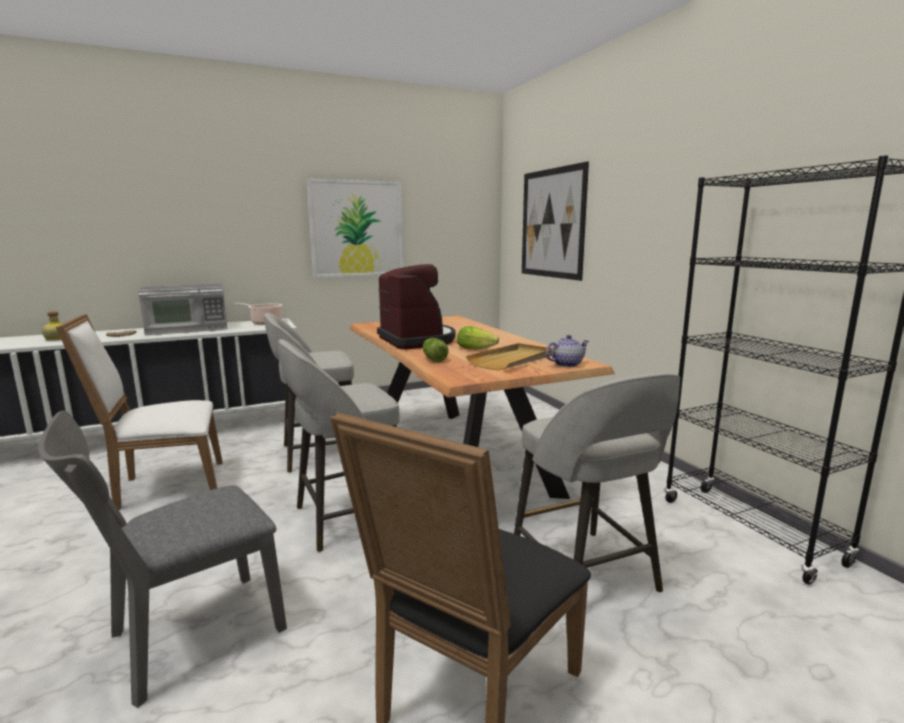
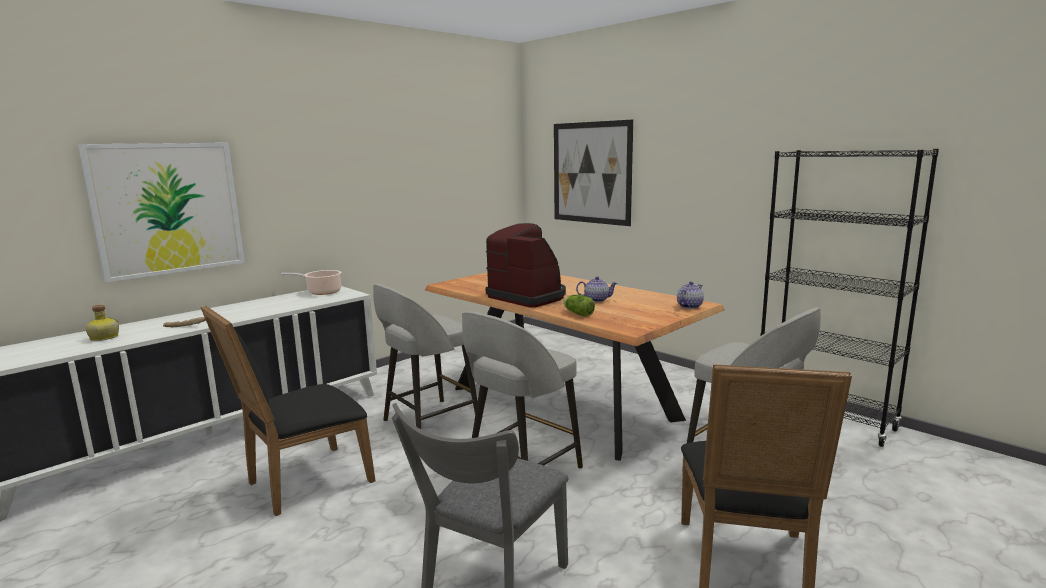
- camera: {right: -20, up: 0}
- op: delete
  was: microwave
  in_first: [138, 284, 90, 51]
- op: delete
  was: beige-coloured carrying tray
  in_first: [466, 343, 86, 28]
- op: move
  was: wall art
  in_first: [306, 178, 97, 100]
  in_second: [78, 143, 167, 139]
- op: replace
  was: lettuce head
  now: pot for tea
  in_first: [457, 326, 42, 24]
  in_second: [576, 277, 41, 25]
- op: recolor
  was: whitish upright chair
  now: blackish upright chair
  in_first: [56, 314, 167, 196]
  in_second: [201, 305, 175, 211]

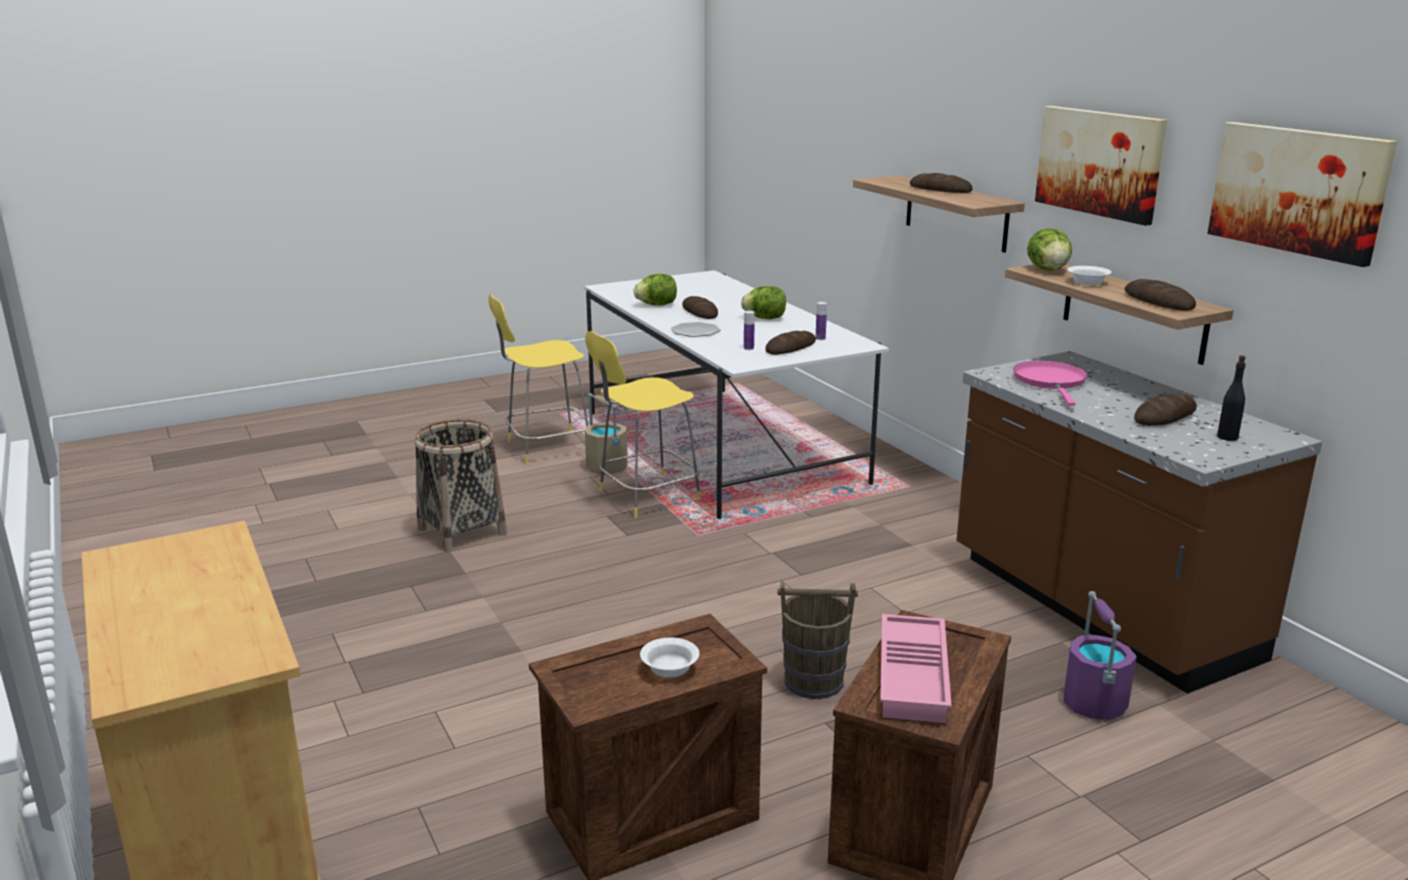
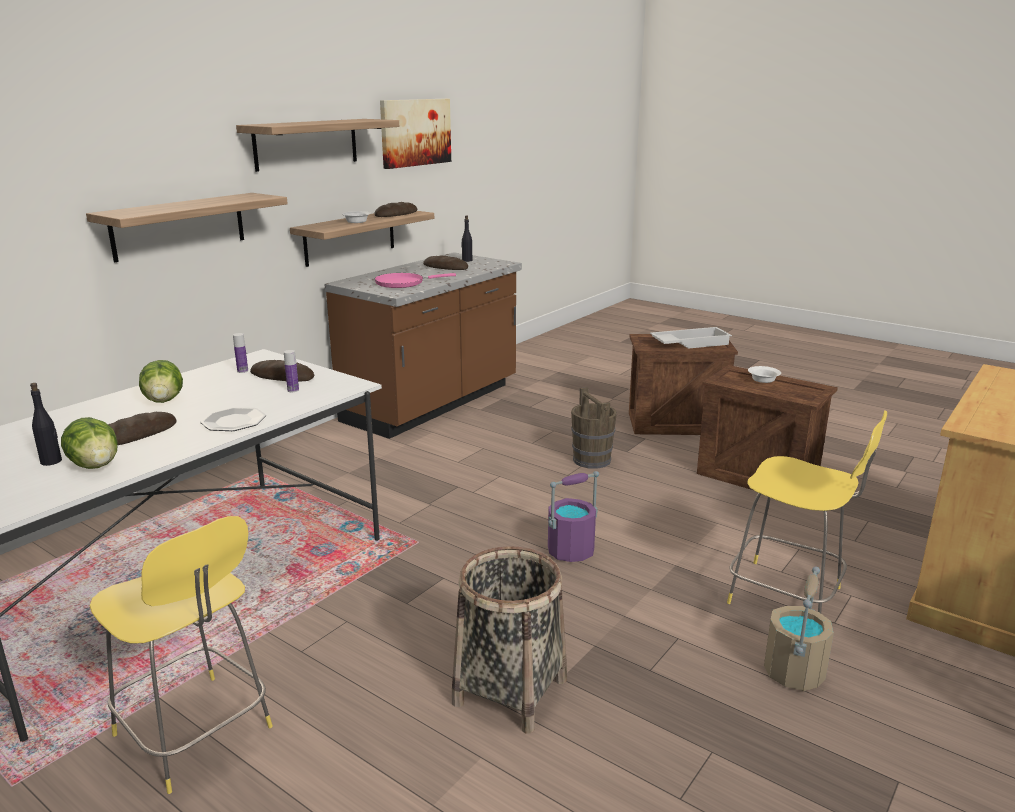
- camera: {right: -115, up: 0}
- op: delete
  was: bakery bread
  in_first: [910, 173, 62, 20]
- op: delete
  was: lettuce head
  in_first: [1027, 228, 45, 43]
- op: insert
  now: blackish drink bottle
  in_second: [30, 383, 32, 83]
- op: move
  was: yellow sitting stool
  in_first: [585, 331, 116, 187]
  in_second: [727, 410, 160, 203]
- op: move
  was: beige-coloured pail
  in_first: [585, 393, 43, 81]
  in_second: [764, 567, 70, 124]
- op: move
  was: purplish pail
  in_first: [1064, 591, 73, 129]
  in_second: [548, 471, 51, 91]
- op: replace
  was: wall art
  now: bracket shelf
  in_first: [1035, 106, 132, 120]
  in_second: [236, 119, 163, 53]
- op: recolor
  was: pink-coloured carrying tray
  now: whitish carrying tray
  in_first: [880, 614, 72, 109]
  in_second: [650, 327, 82, 22]

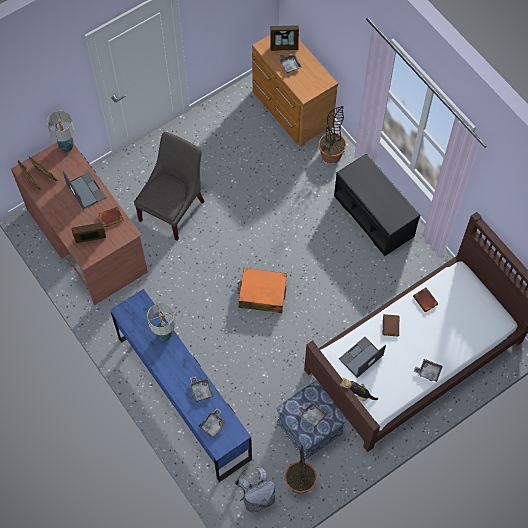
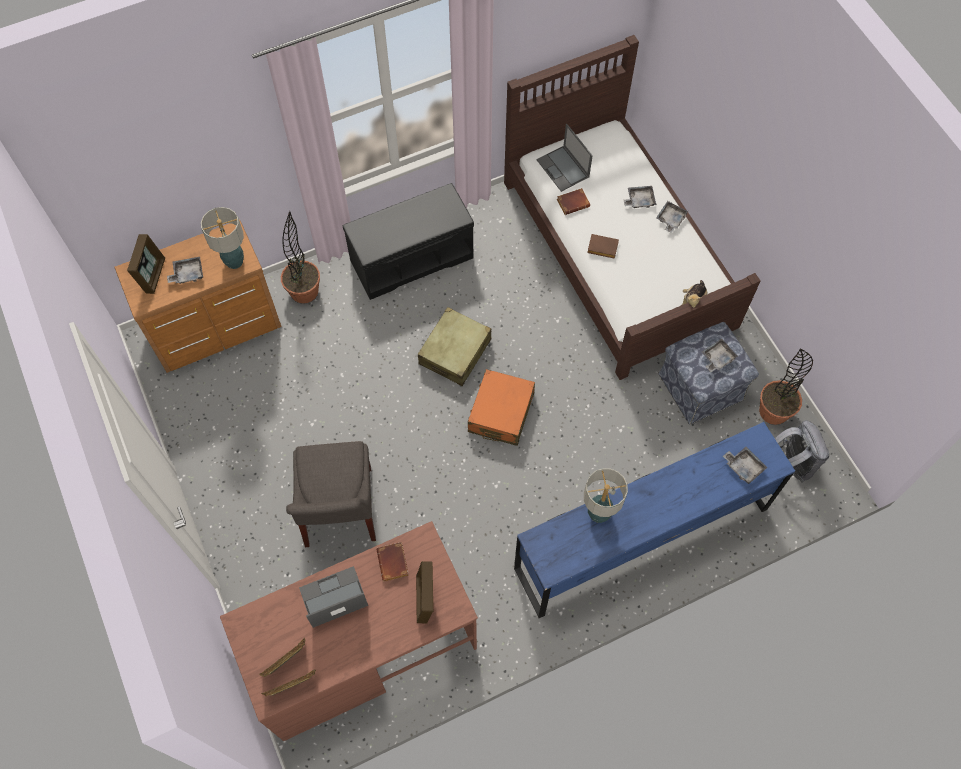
- camera: {right: -80, up: 0}
- op: insert
  now: beige-coloured piece of luggage
  in_second: [418, 307, 73, 79]
- op: move
  was: table lamp
  in_first: [47, 111, 28, 41]
  in_second: [201, 207, 43, 62]
- op: move
  was: greyish carrying tray
  in_first: [190, 376, 24, 26]
  in_second: [624, 186, 32, 22]
- op: move
  was: notebook computer
  in_first: [339, 337, 47, 41]
  in_second: [536, 124, 57, 68]
- op: rotate
  was: greyish upright chair
  in_first: [134, 132, 71, 109]
  in_second: [286, 441, 90, 106]
  clockwise: -135

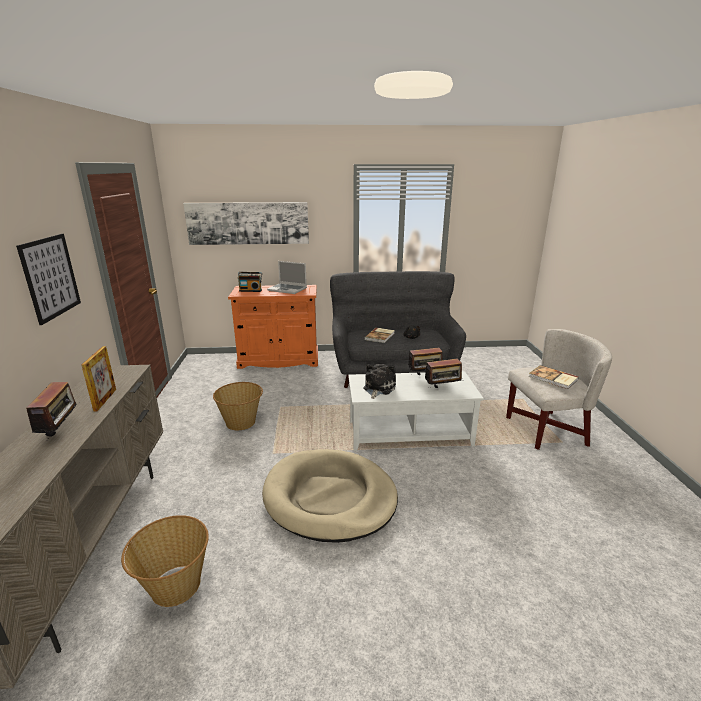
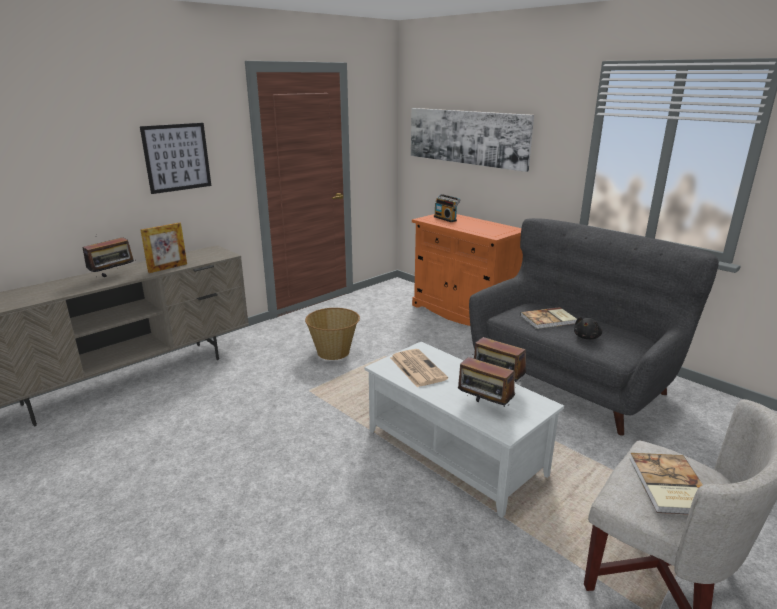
- camera: {right: 50, up: 0}
- op: delete
  was: basket
  in_first: [121, 515, 88, 92]
- op: delete
  was: beige-coloured dog cushion
  in_first: [262, 449, 136, 94]
- op: delete
  was: notebook computer
  in_first: [267, 261, 40, 33]
- op: replace
  was: cuddly toy
  now: newspaper
  in_first: [363, 364, 33, 35]
  in_second: [390, 349, 58, 38]

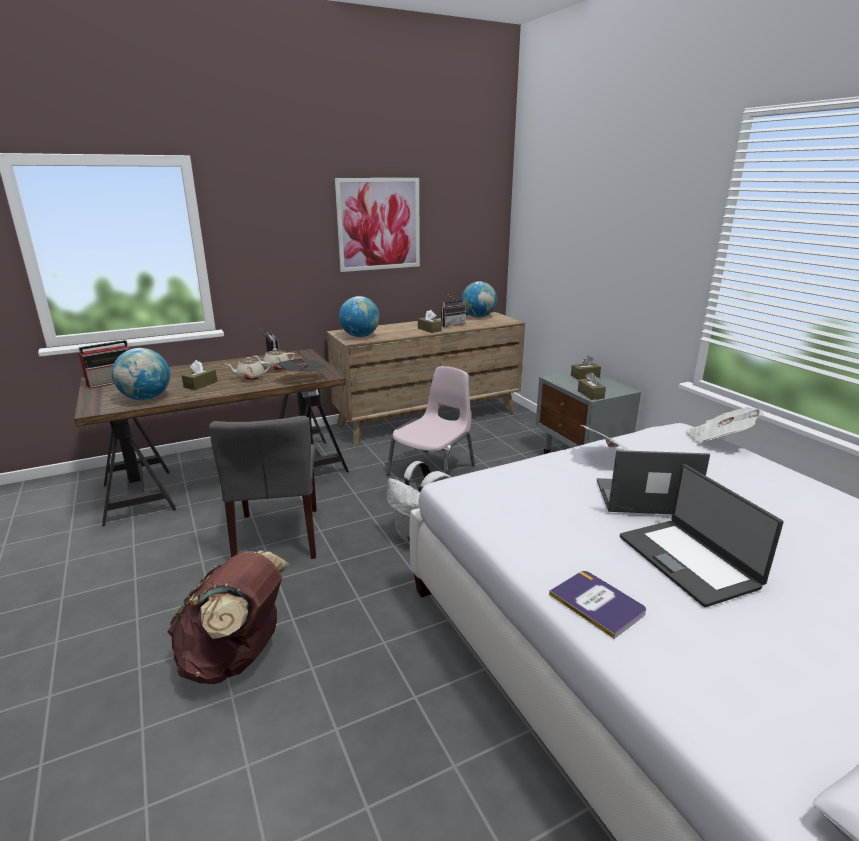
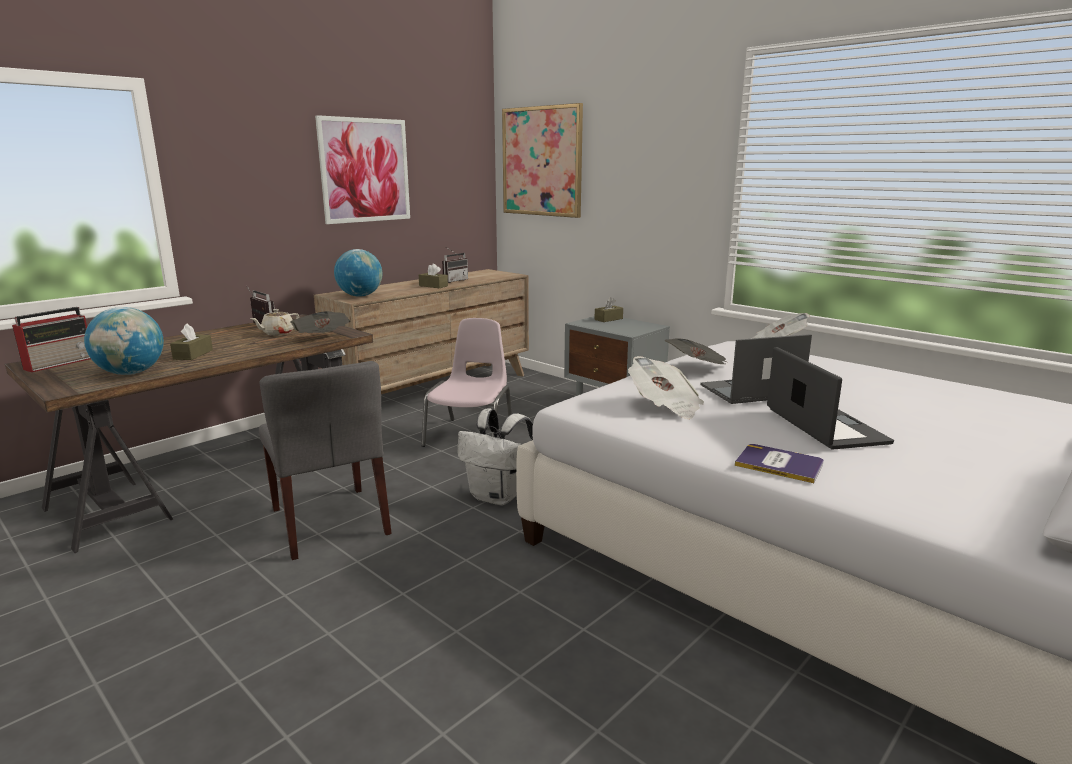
- camera: {right: -20, up: -5}
- op: delete
  was: brownish rucksack
  in_first: [167, 551, 122, 133]
- op: delete
  was: beige-coloured pot for tea
  in_first: [226, 357, 45, 24]
- op: delete
  was: desk globe
  in_first: [461, 281, 36, 37]
- op: delete
  was: brownish tissue box
  in_first: [578, 372, 28, 28]
- op: insert
  now: wall art
  in_second: [502, 103, 81, 115]
- op: insert
  now: newspaper
  in_second: [628, 356, 76, 64]
- op: rotate
  was: notebook computer
  in_first: [620, 464, 164, 143]
  in_second: [767, 347, 127, 102]
  clockwise: -150

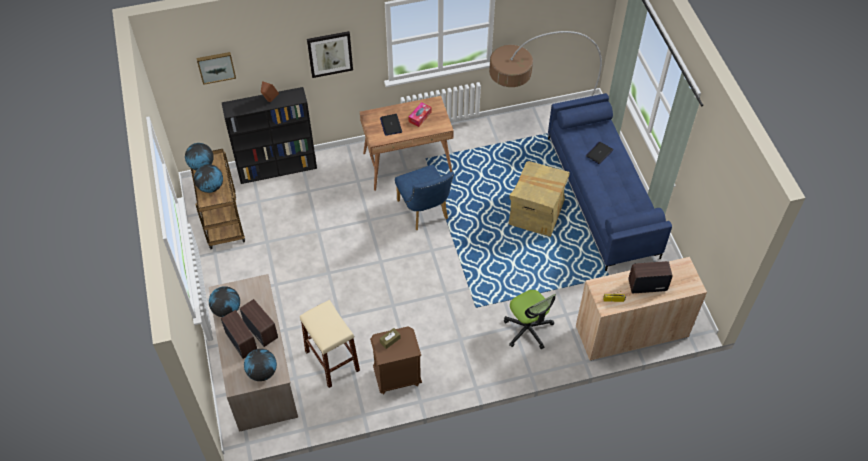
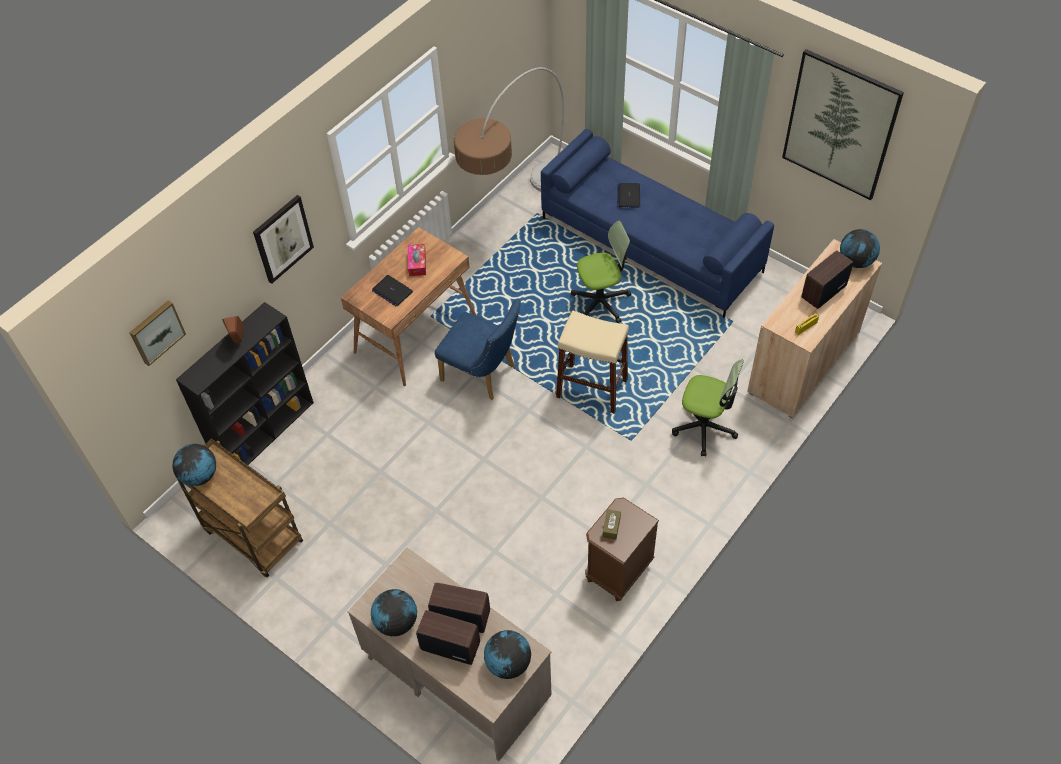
- camera: {right: -35, up: 0}
- op: insert
  now: wall art
  in_second: [782, 49, 122, 151]
- op: move
  was: desk globe
  in_first: [194, 164, 29, 29]
  in_second: [840, 229, 40, 39]
- op: move
  was: beige-coloured sitting stool
  in_first: [300, 300, 60, 88]
  in_second: [556, 310, 73, 103]
- op: replace
  was: cardboard box
  now: office chair
  in_first: [509, 161, 61, 76]
  in_second: [571, 221, 61, 102]

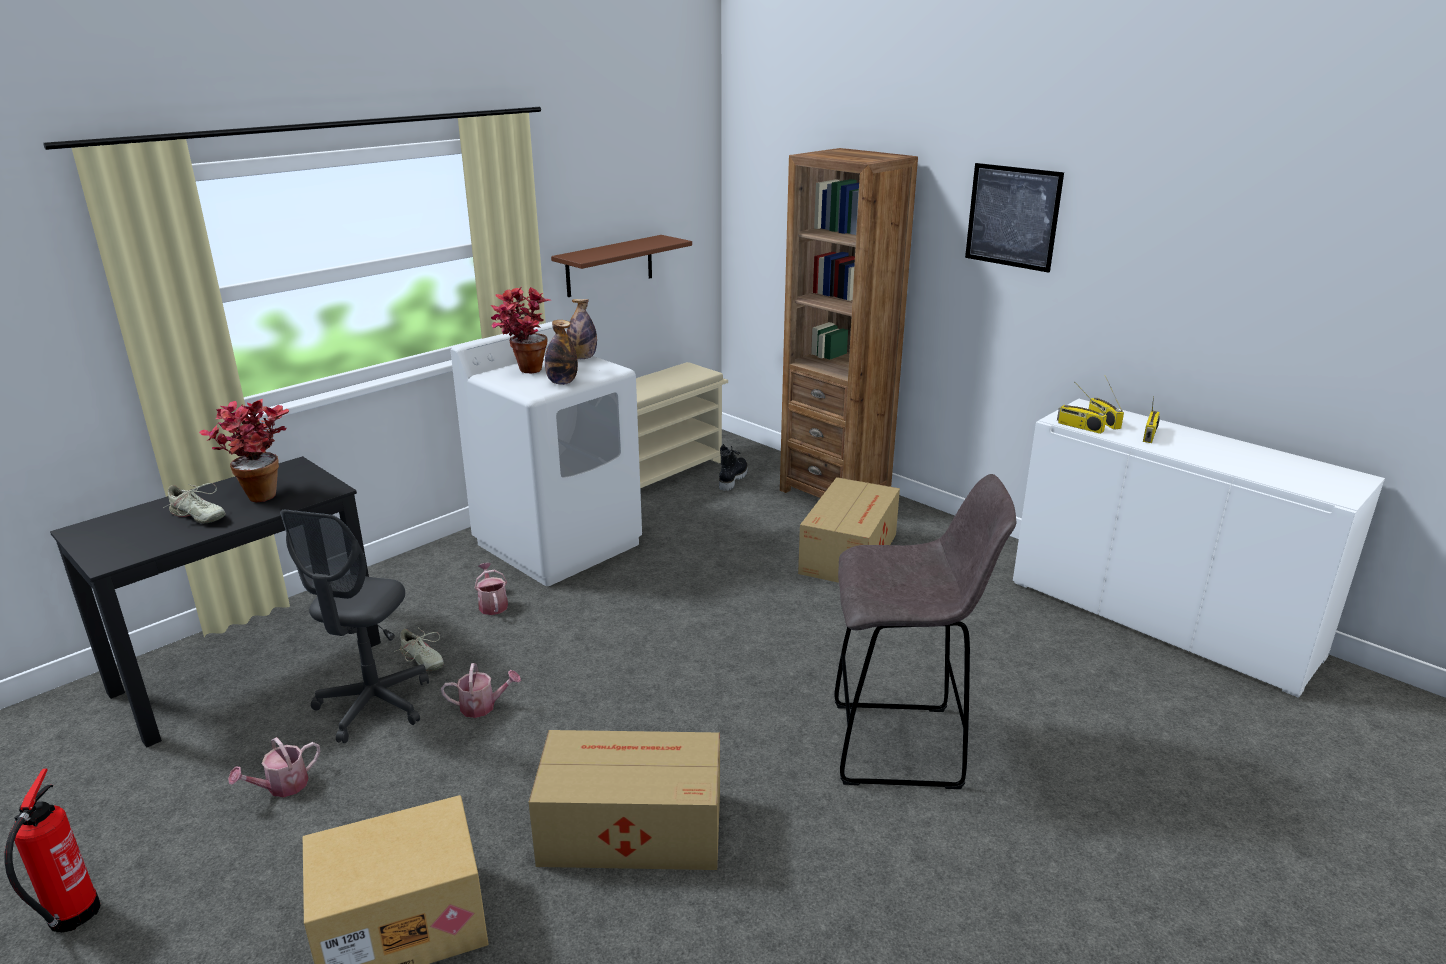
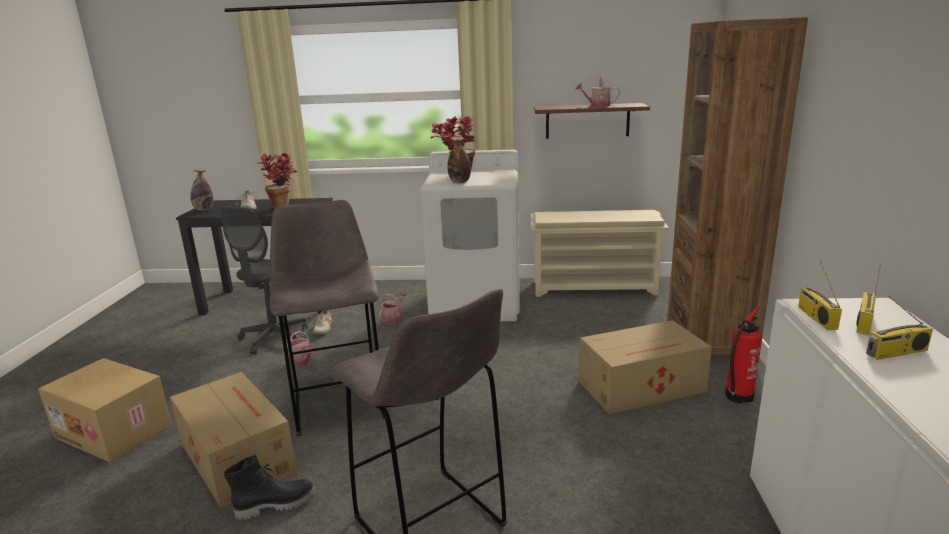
- camera: {right: 50, up: -5}
- op: delete
  was: wall art
  in_first: [965, 163, 99, 110]
- op: insert
  now: greyish sitting stool
  in_second: [270, 200, 115, 236]
- op: move
  was: fire extinguisher
  in_first: [5, 769, 96, 163]
  in_second: [725, 306, 37, 98]
- op: move
  was: sprinkling can
  in_first: [228, 737, 92, 60]
  in_second: [575, 77, 45, 30]
- op: move
  was: drink bottle
  in_first: [567, 299, 30, 60]
  in_second: [190, 169, 23, 42]
- op: move
  was: blackish tall boot
  in_first: [719, 444, 29, 47]
  in_second: [224, 455, 92, 66]
- op: rotate
  was: greyish office chair
  in_first: [280, 510, 149, 233]
  in_second: [219, 206, 89, 149]
  clockwise: -45

